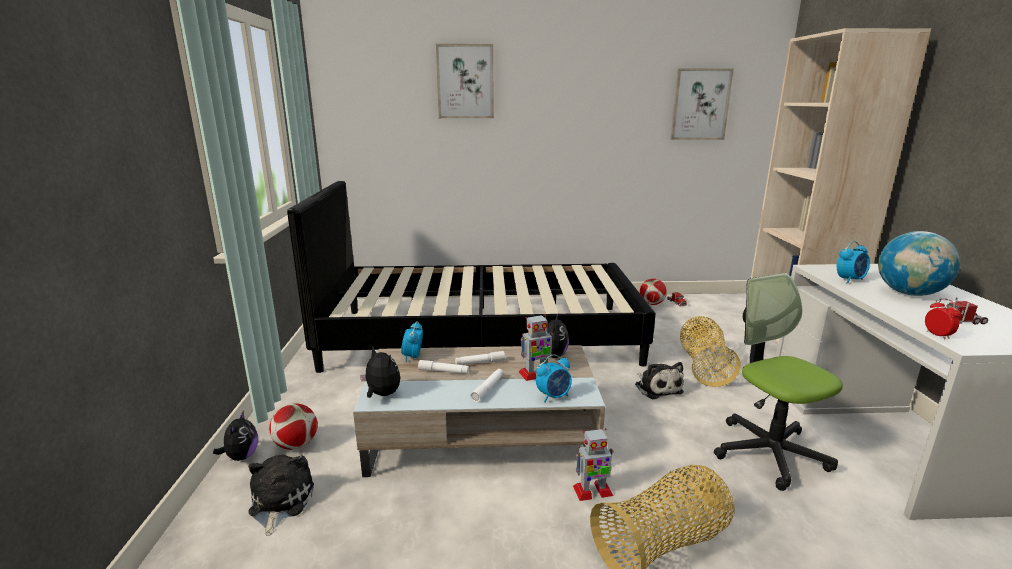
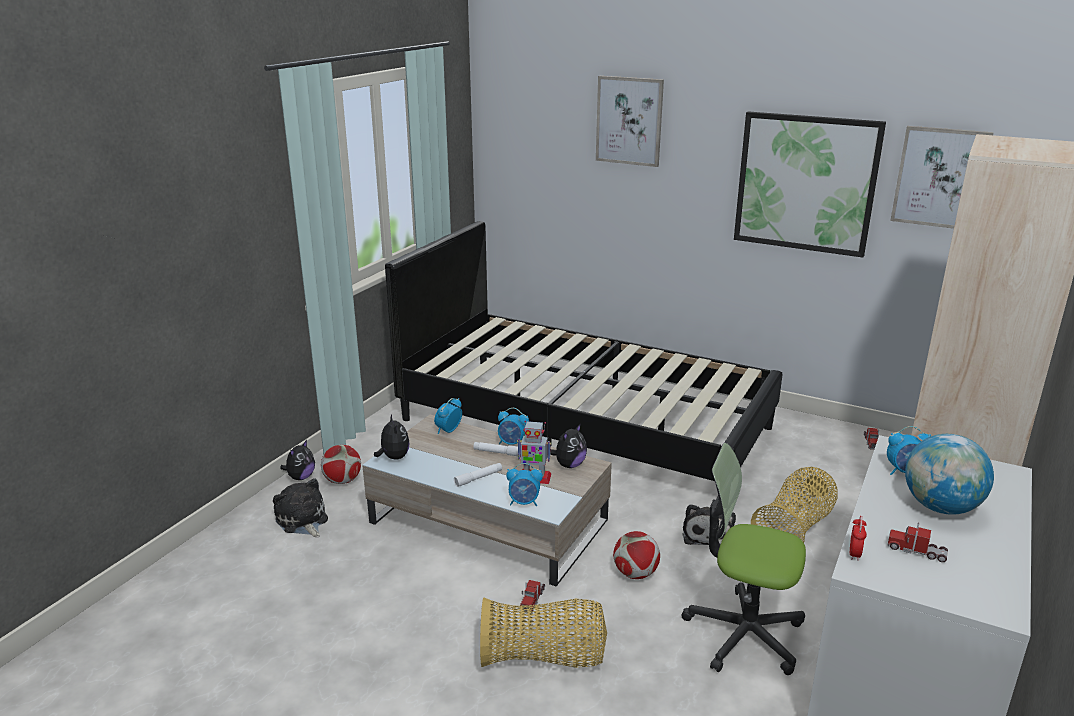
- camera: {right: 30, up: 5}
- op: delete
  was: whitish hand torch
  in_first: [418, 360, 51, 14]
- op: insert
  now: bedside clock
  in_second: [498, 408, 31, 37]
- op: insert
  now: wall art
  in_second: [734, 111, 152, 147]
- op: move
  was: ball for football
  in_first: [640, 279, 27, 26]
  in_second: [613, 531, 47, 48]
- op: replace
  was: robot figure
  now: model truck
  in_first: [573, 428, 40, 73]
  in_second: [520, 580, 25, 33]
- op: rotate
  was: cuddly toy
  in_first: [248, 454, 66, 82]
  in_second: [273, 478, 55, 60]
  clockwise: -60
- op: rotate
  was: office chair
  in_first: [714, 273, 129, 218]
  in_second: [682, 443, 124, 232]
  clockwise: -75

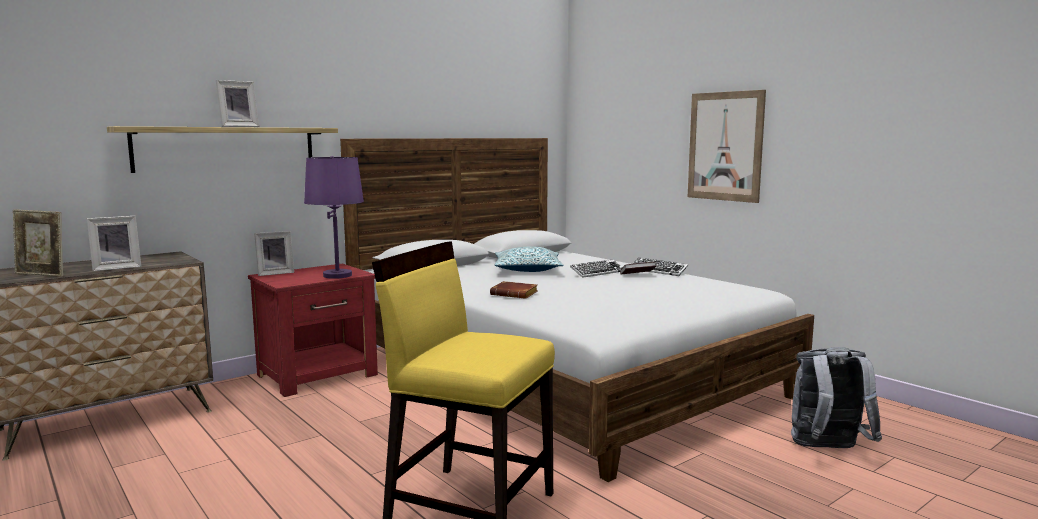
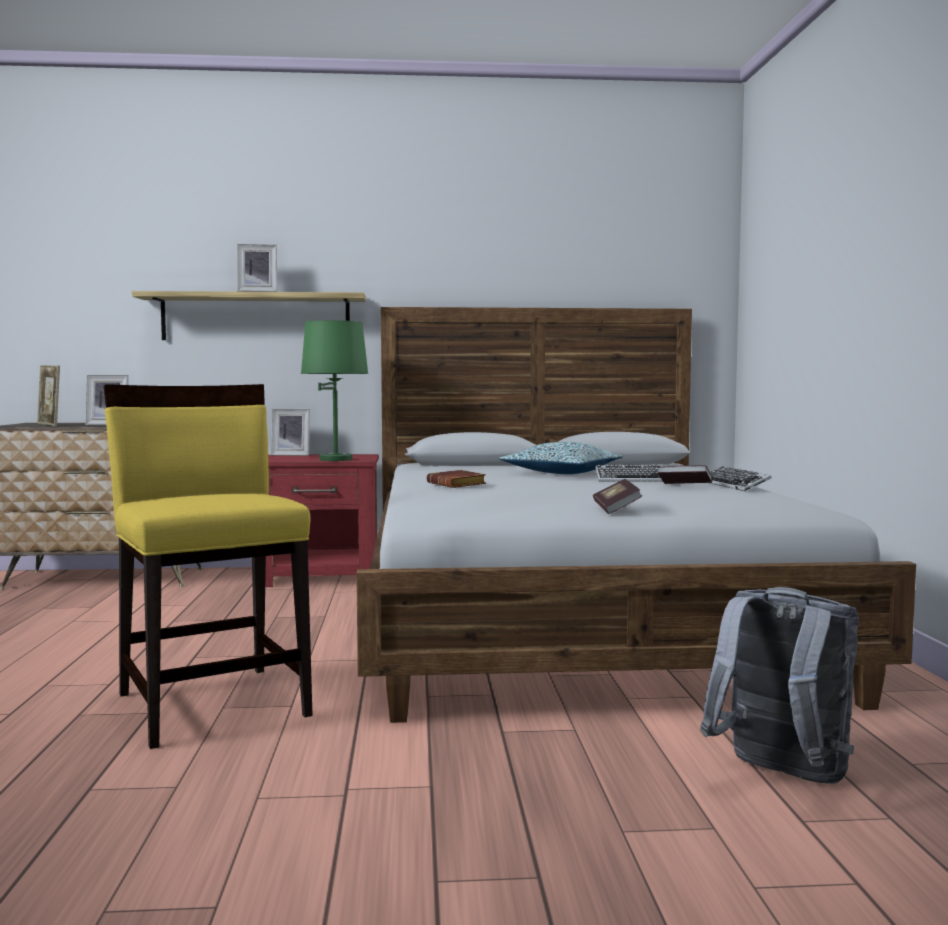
- camera: {right: 35, up: -5}
- op: delete
  was: wall art
  in_first: [688, 90, 78, 113]
- op: insert
  now: bound book
  in_second: [593, 479, 49, 35]
- op: recolor
  was: purplish table lamp
  now: green-coloured table lamp
  in_first: [304, 156, 60, 123]
  in_second: [301, 320, 67, 141]

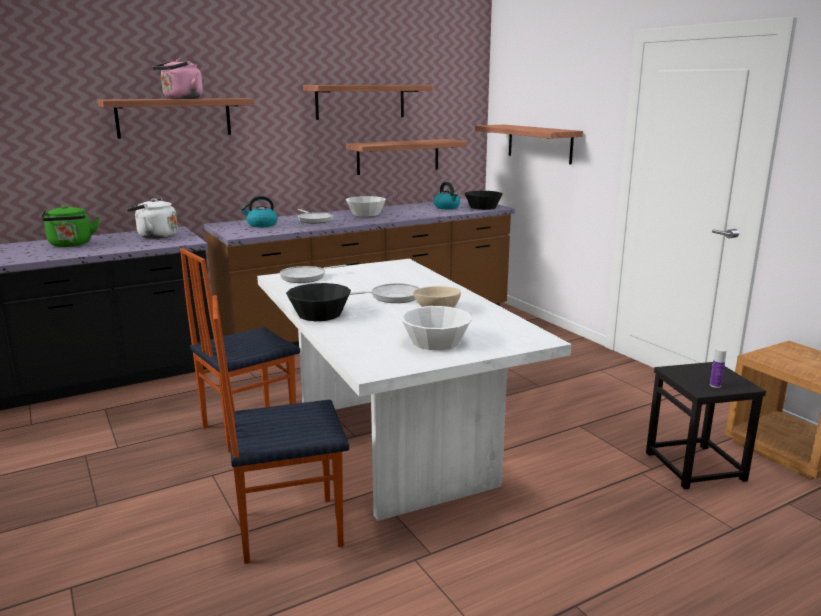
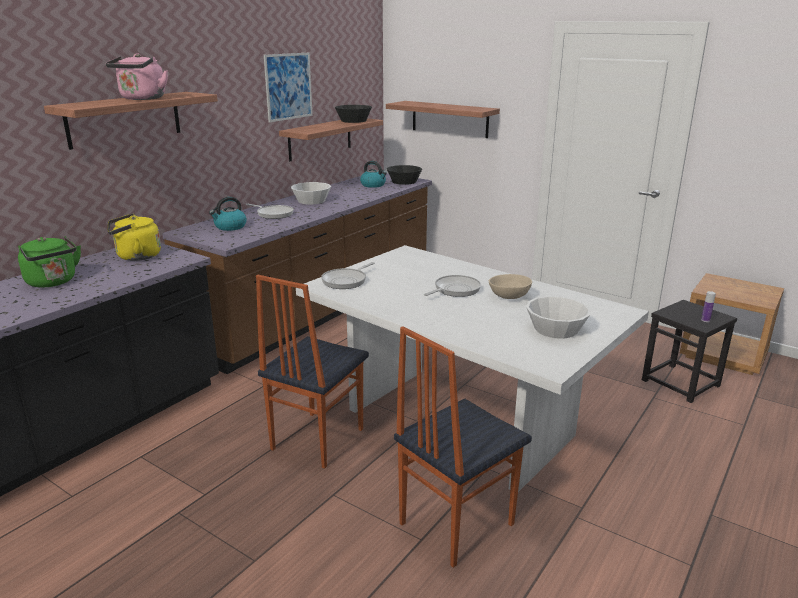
- camera: {right: -25, up: 5}
- op: move
  was: blackish deep dish
  in_first: [286, 283, 65, 38]
  in_second: [335, 105, 37, 18]
- op: replace
  was: bracket shelf
  now: wall art
  in_first: [303, 85, 129, 35]
  in_second: [264, 53, 49, 69]
- op: recolor
  was: whitish tea kettle
  now: yellow tea kettle
  in_first: [127, 198, 51, 41]
  in_second: [108, 213, 53, 48]

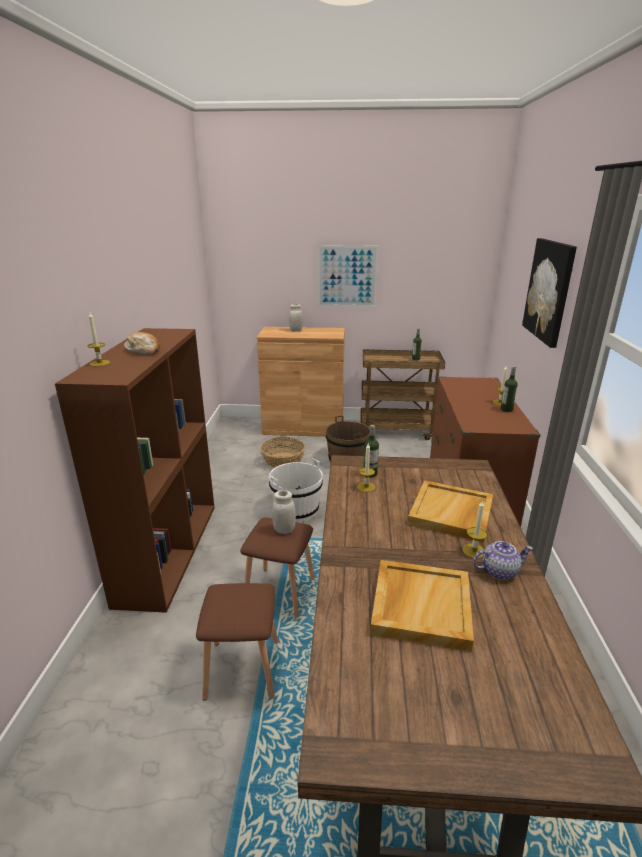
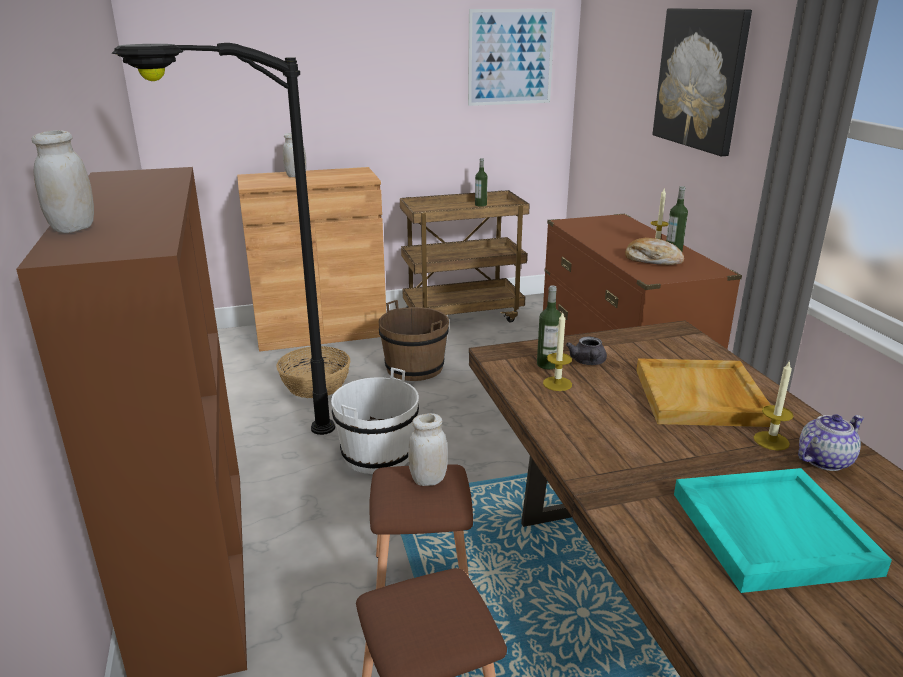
- camera: {right: -20, up: 0}
- op: insert
  now: blackish standard lamp
  in_second: [112, 43, 223, 392]
- op: insert
  now: greyish pot for tea
  in_second: [566, 337, 41, 28]
- op: move
  was: bakery bread
  in_first: [124, 332, 36, 23]
  in_second: [625, 238, 59, 27]
- op: move
  was: wall art
  in_first: [318, 245, 60, 62]
  in_second: [468, 9, 87, 97]
- op: replace
  was: candle
  now: whitish jar
  in_first: [87, 312, 23, 54]
  in_second: [32, 130, 62, 103]
- op: recolor
  was: beige-coloured carrying tray
  now: turquoise carrying tray
  in_first: [370, 560, 104, 91]
  in_second: [674, 468, 218, 125]

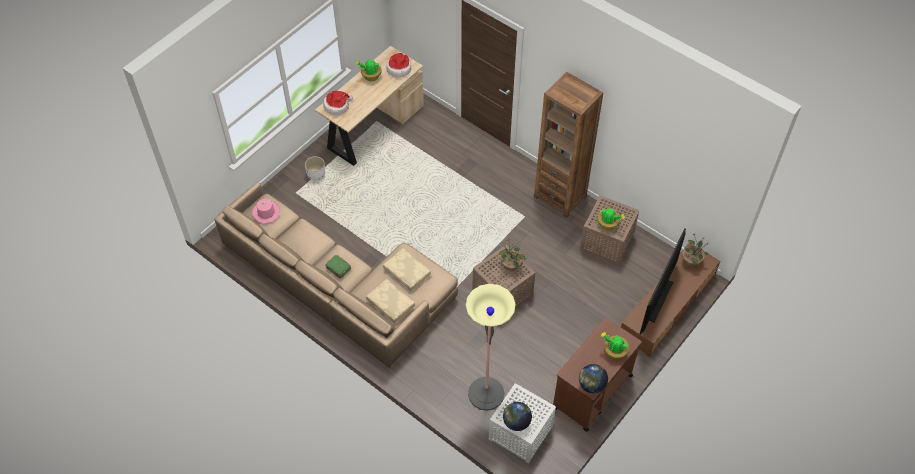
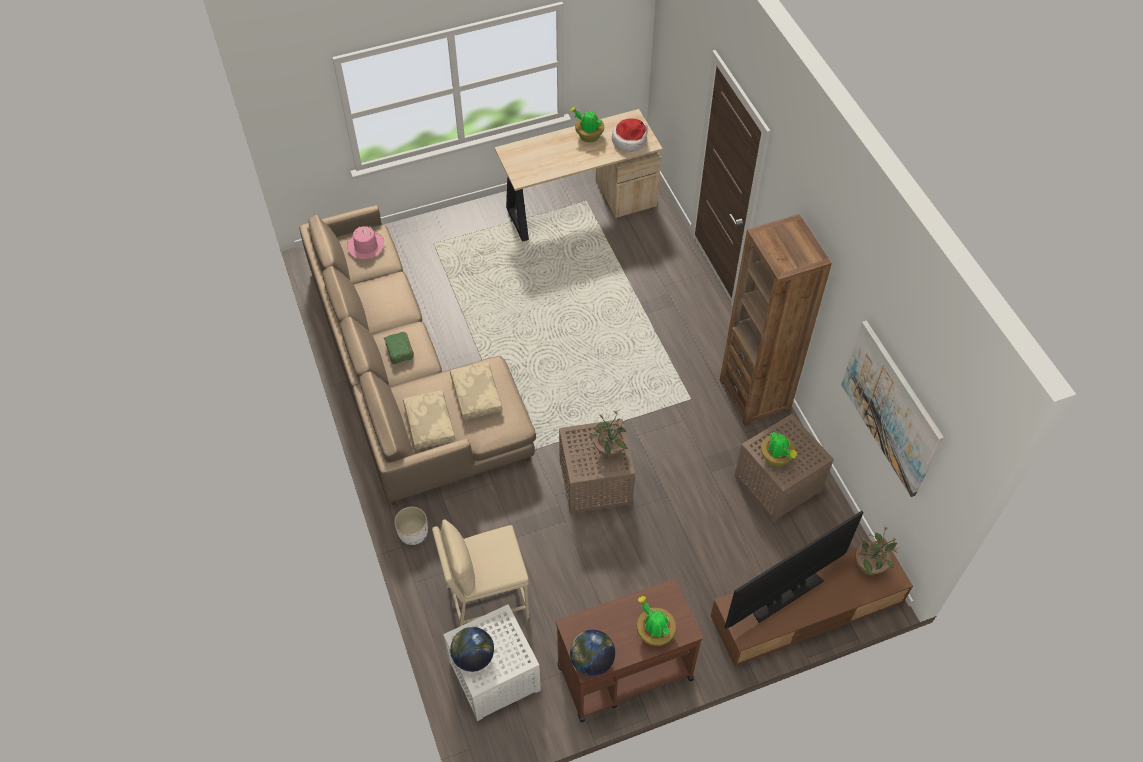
- camera: {right: 30, up: 0}
- op: delete
  was: wearable hat
  in_first: [323, 91, 30, 24]
- op: insert
  now: wall art
  in_second: [841, 321, 103, 176]
- op: move
  was: whitish plant pot
  in_first: [305, 156, 20, 25]
  in_second: [394, 506, 34, 39]
- op: replace
  was: standard lamp
  now: beige-coloured sitting stool
  in_first: [466, 284, 50, 127]
  in_second: [432, 519, 98, 108]

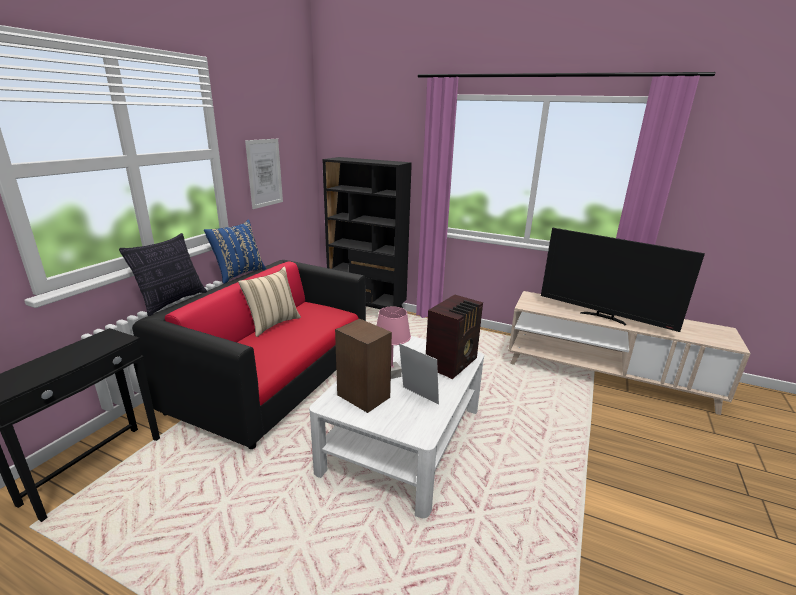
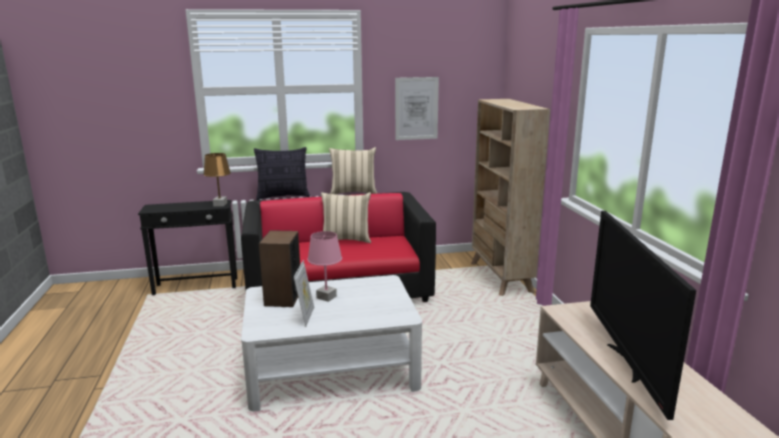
- camera: {right: 55, up: -5}
- op: delete
  was: radio receiver
  in_first: [426, 295, 57, 84]
- op: insert
  now: brownish table lamp
  in_second: [203, 153, 28, 53]
- op: recolor
  was: blue-coloured cushion
  now: beige-coloured cushion
  in_first: [204, 219, 62, 65]
  in_second: [329, 147, 49, 47]
- op: recolor
  was: blackish bookcase
  now: beige-coloured bookcase
  in_first: [322, 157, 90, 152]
  in_second: [471, 99, 79, 197]

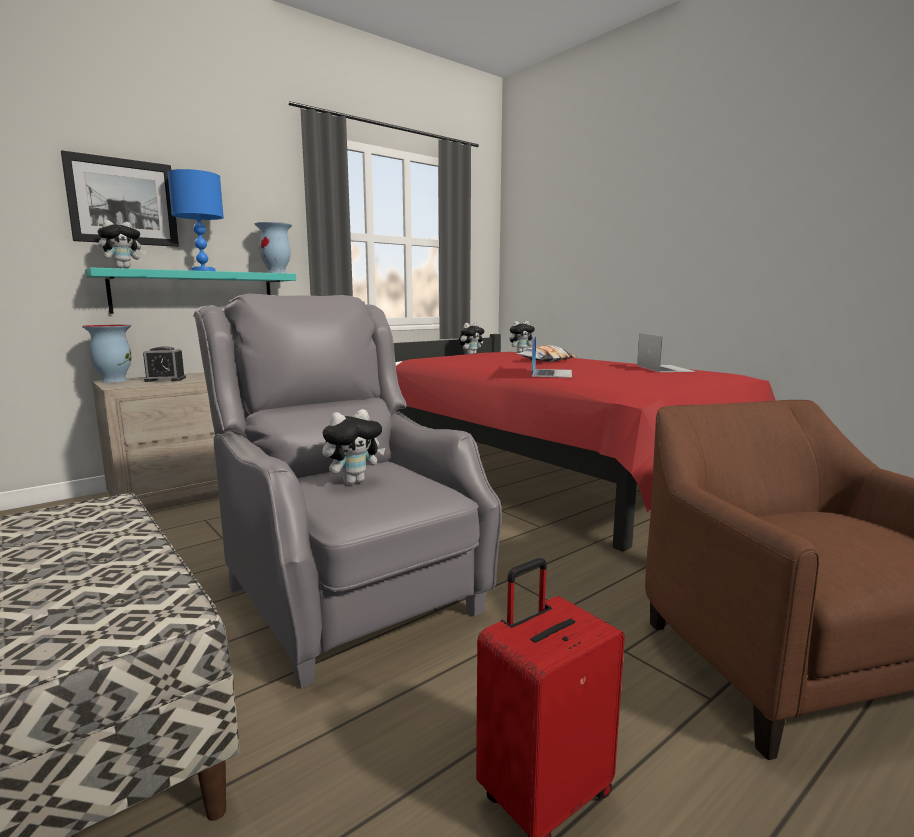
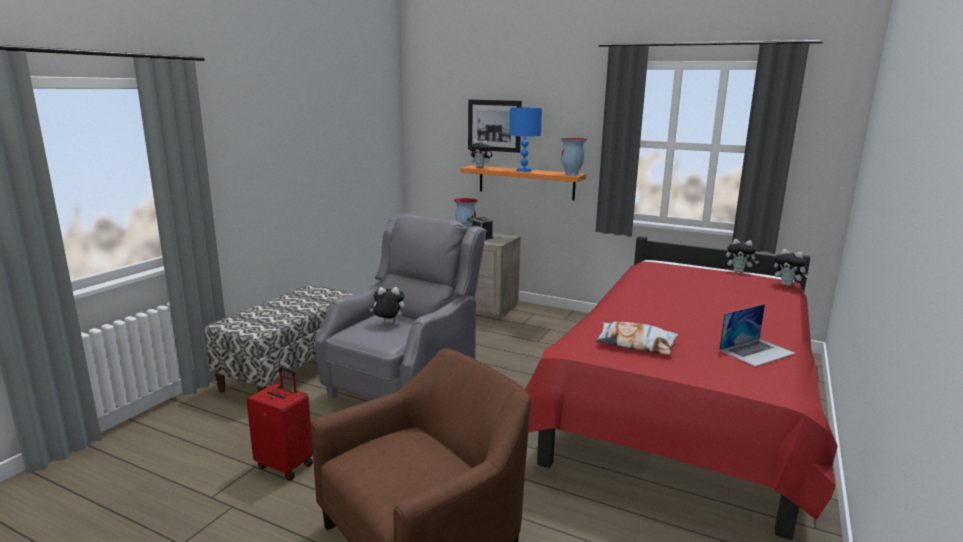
- camera: {right: 65, up: 5}
- op: delete
  was: notebook computer
  in_first: [531, 336, 41, 42]
- op: move
  was: cushion
  in_first: [516, 345, 61, 17]
  in_second: [596, 322, 82, 33]
- op: recolor
  was: turquoise bracket shelf
  now: orange bracket shelf
  in_first: [85, 268, 211, 46]
  in_second: [461, 165, 125, 35]
- op: rotate
  was: cuddly toy
  in_first: [322, 409, 63, 75]
  in_second: [369, 287, 36, 37]
  clockwise: 150

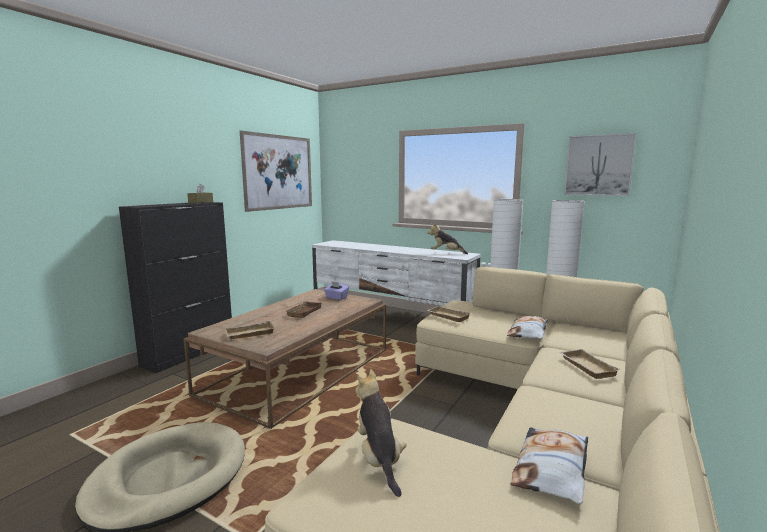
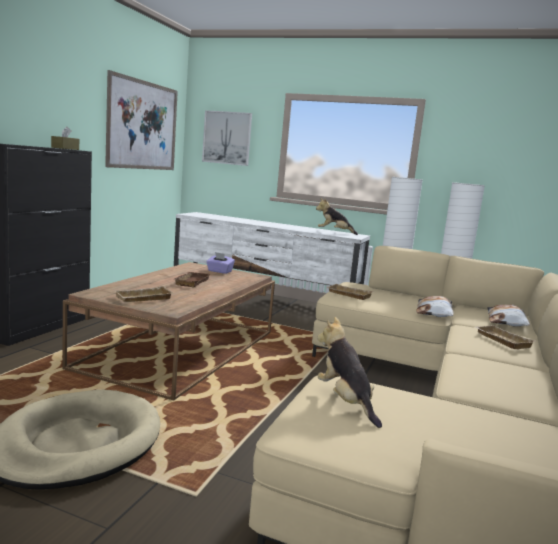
- camera: {right: -10, up: 0}
- op: move
  was: cushion
  in_first: [510, 427, 78, 77]
  in_second: [488, 304, 42, 23]
- op: move
  was: wall art
  in_first: [564, 133, 73, 63]
  in_second: [202, 110, 50, 56]

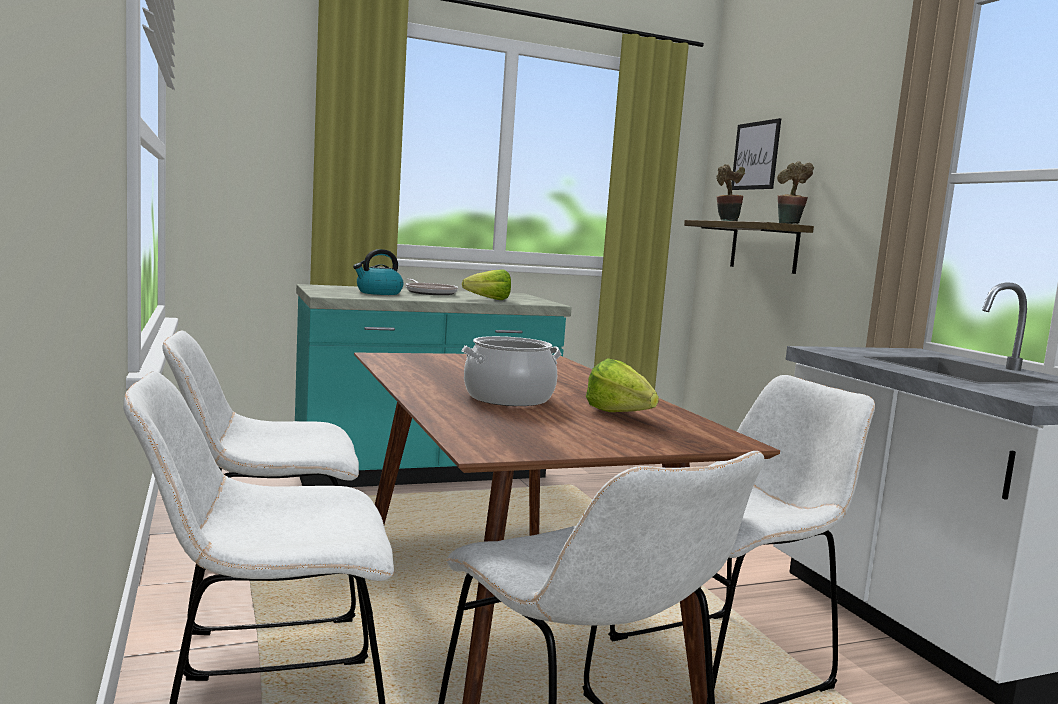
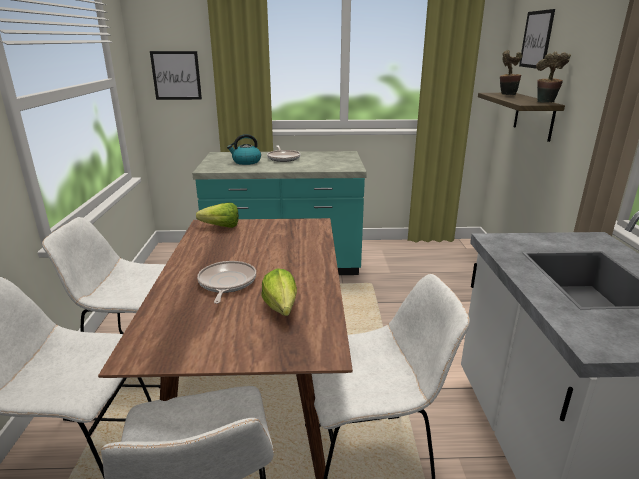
- camera: {right: 20, up: 15}
- op: insert
  now: wall art
  in_second: [150, 51, 52, 49]
- op: move
  was: lettuce head
  in_first: [462, 269, 49, 31]
  in_second: [196, 203, 43, 25]
- op: replace
  was: cooking pot
  now: skillet
  in_first: [461, 336, 100, 70]
  in_second: [197, 261, 59, 43]

